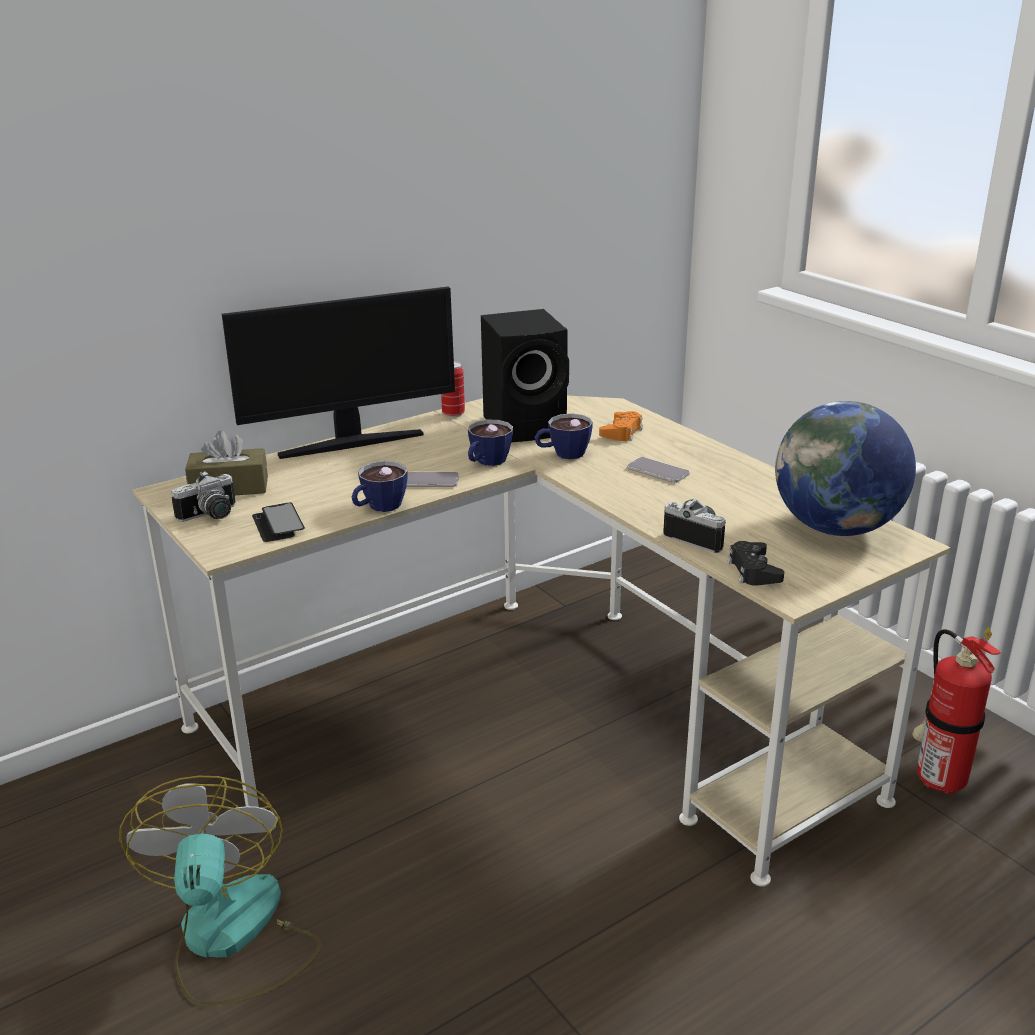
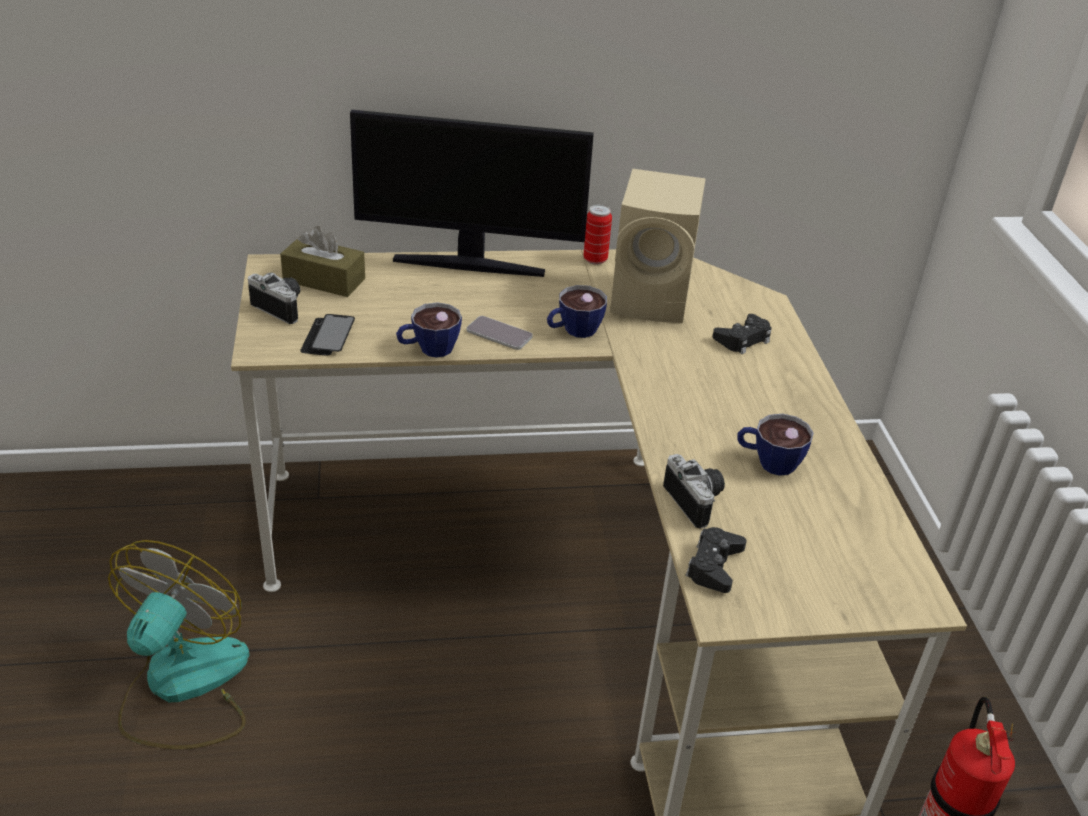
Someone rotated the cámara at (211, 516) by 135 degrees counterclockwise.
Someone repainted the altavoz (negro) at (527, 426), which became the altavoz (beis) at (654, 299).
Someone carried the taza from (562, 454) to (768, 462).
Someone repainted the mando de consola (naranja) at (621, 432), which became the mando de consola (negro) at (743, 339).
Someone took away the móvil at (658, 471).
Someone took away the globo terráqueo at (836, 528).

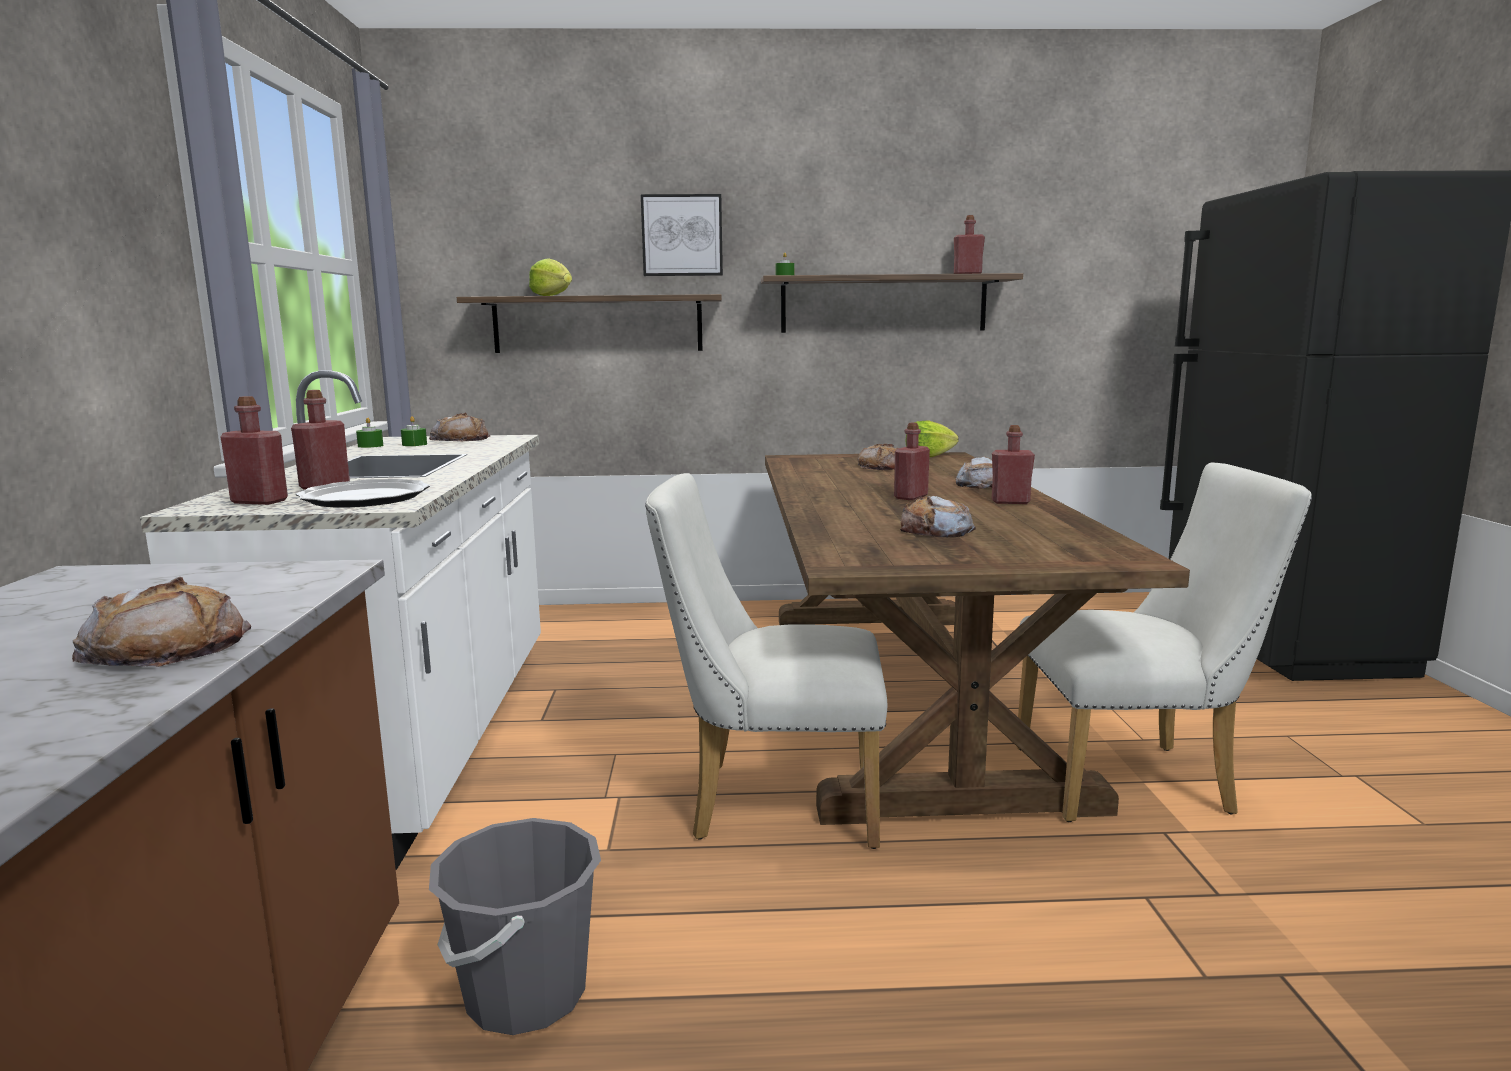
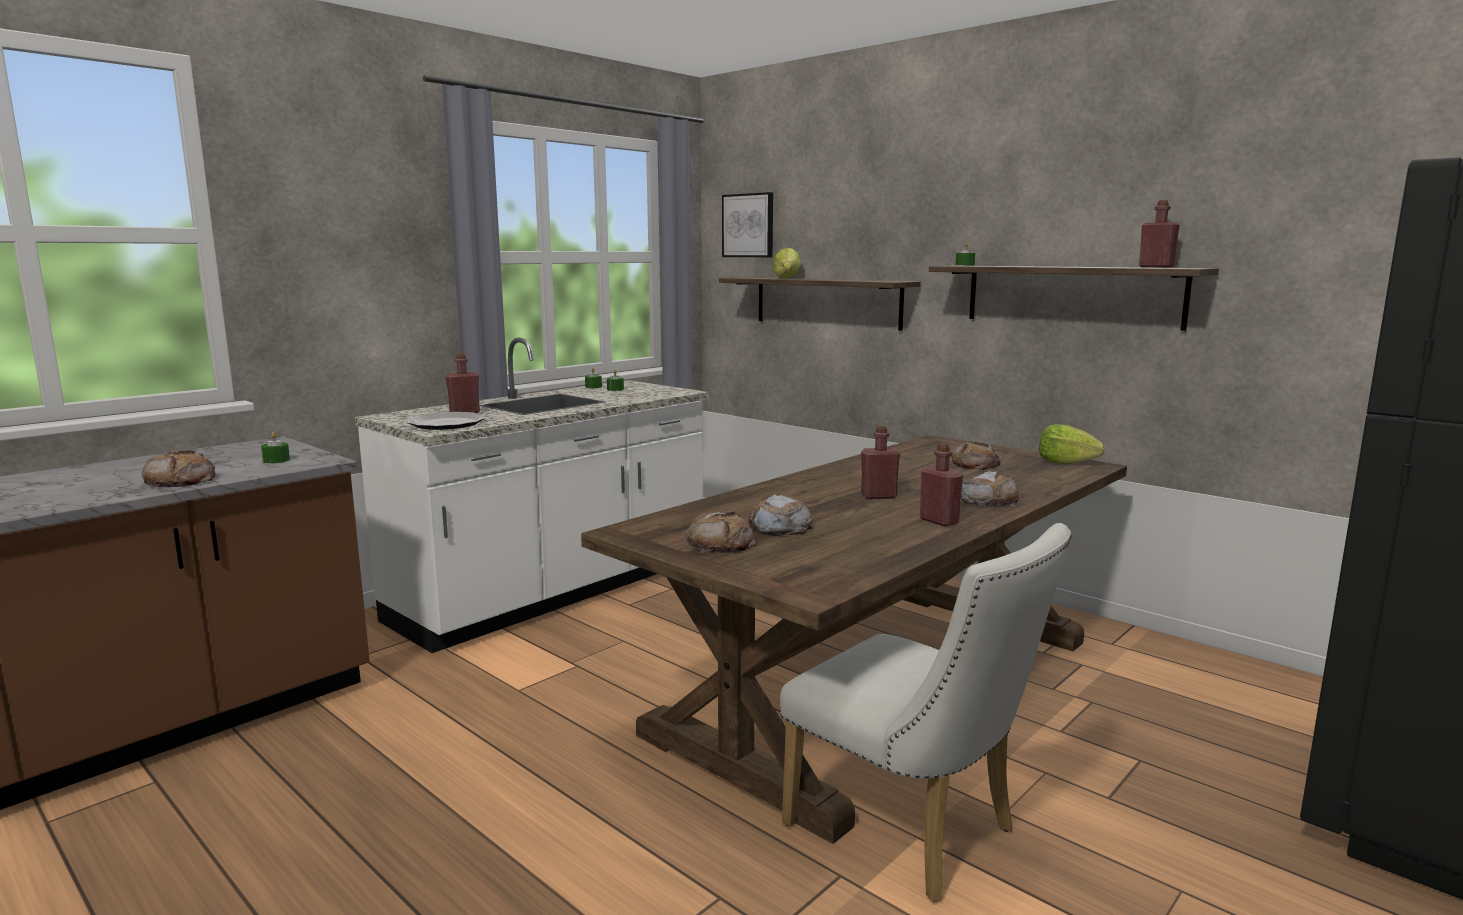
Someone took away the botella (rojo) at (259, 501).
Someone carried the pan from (460, 439) to (720, 543).
Someone took away the cubo (gris) at (525, 994).
Someone carried the cuadro from (682, 235) to (748, 225).
Someone took away the silla (blanco) at (770, 802).
Someone put down the vela (verde) at (276, 460).

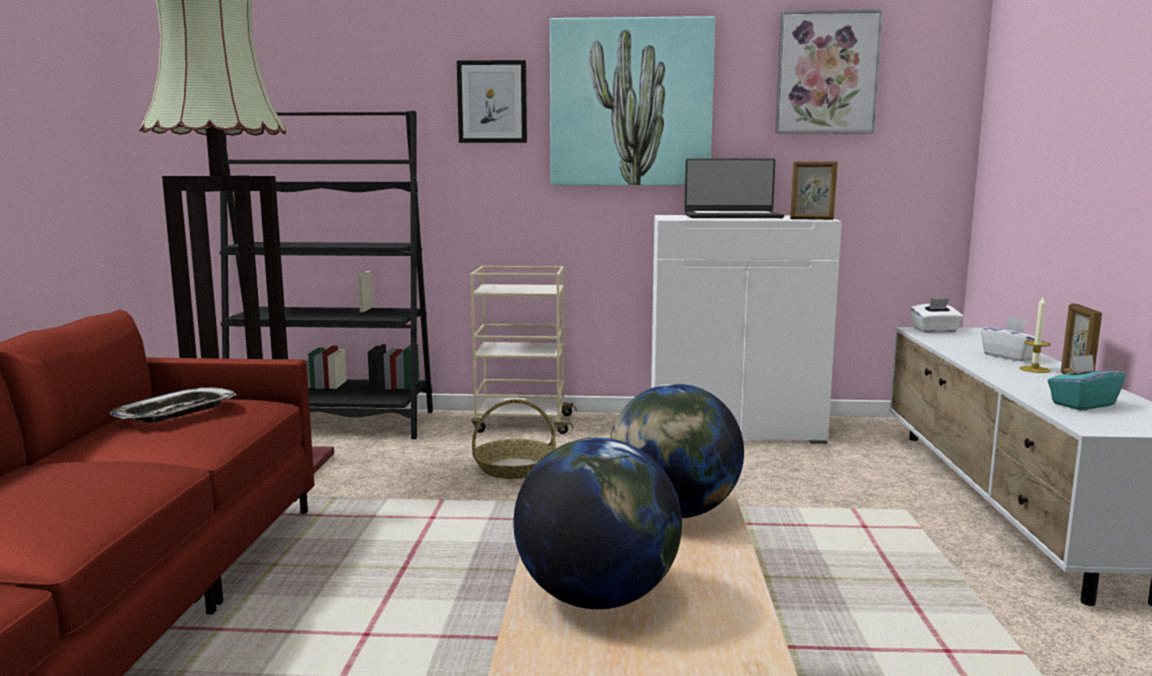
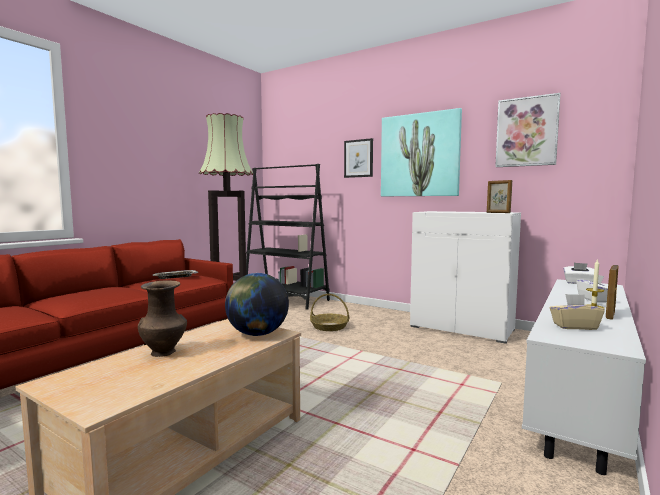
Someone took away the carrito (beis) at (522, 423).
Someone swapped the globo terráqueo at (597, 597) for the florero (marrón) at (164, 352).
Someone took away the portátil at (732, 216).
Someone repainted the caja de pañuelos (turquesa) at (1082, 404), which became the caja de pañuelos (beis) at (574, 326).

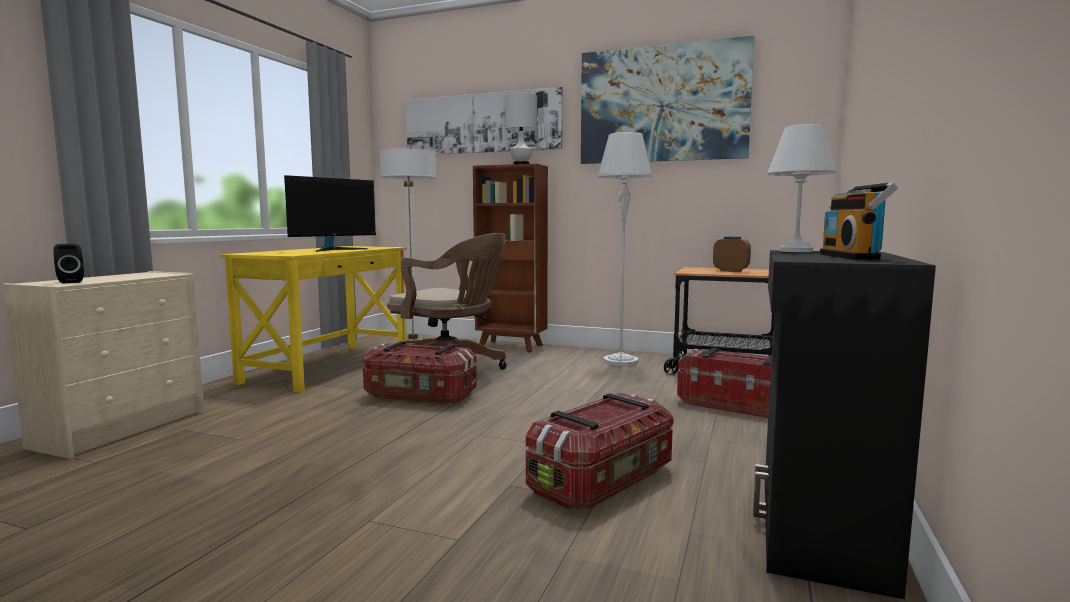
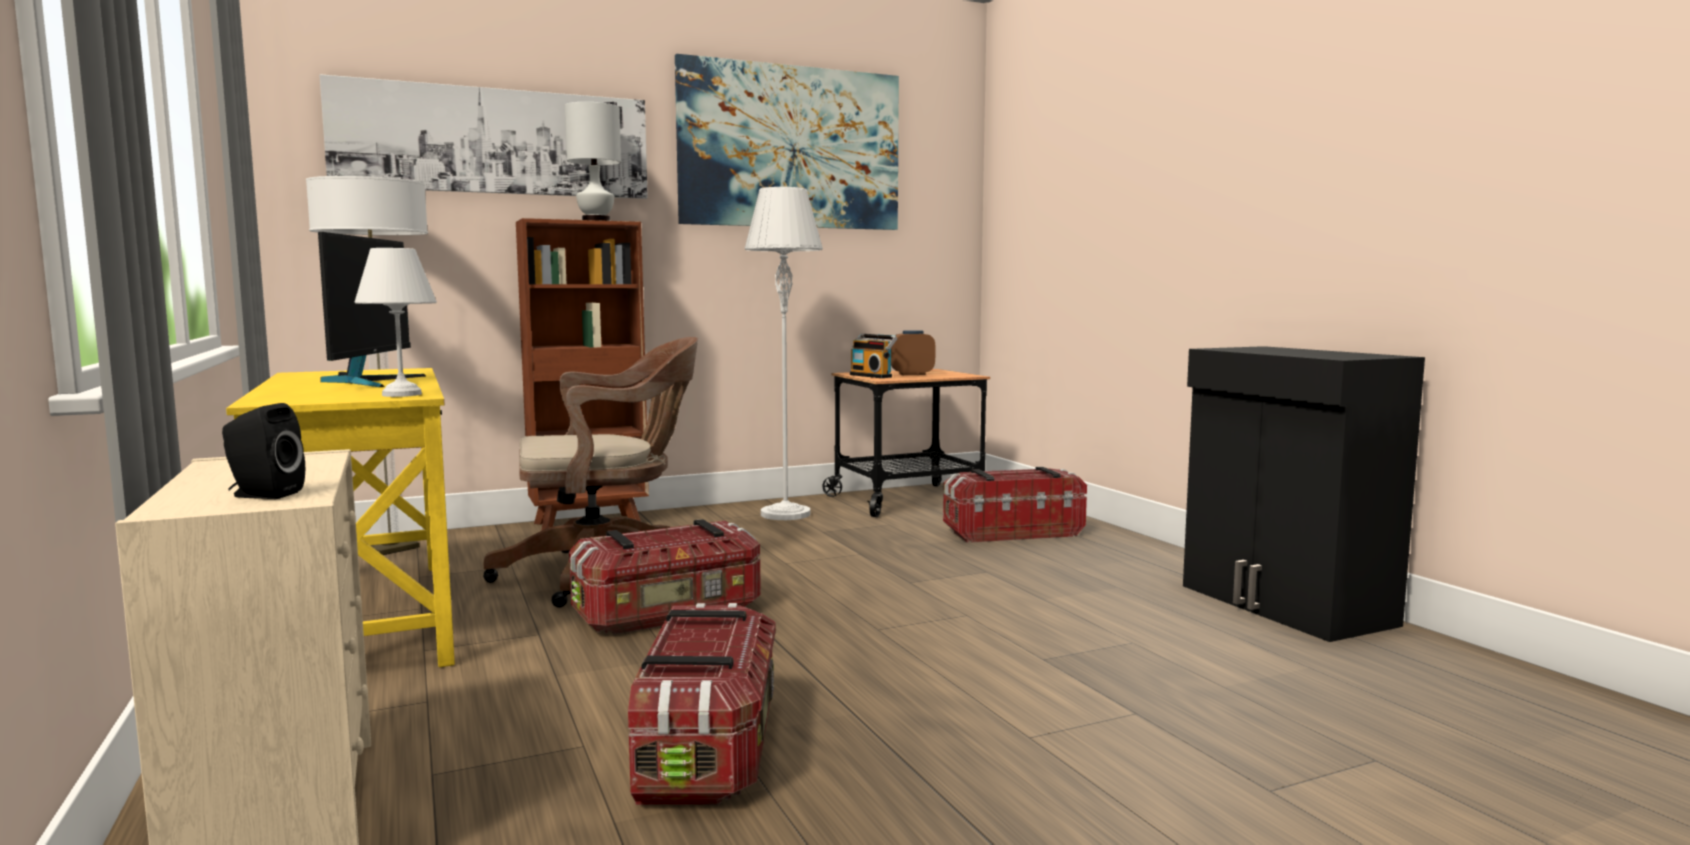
Someone carried the caja de almacenaje from (604, 481) to (709, 747).
Someone carried the lámpara de mesa (blanco) from (794, 251) to (400, 394).
Someone carried the radio from (852, 257) to (872, 376).

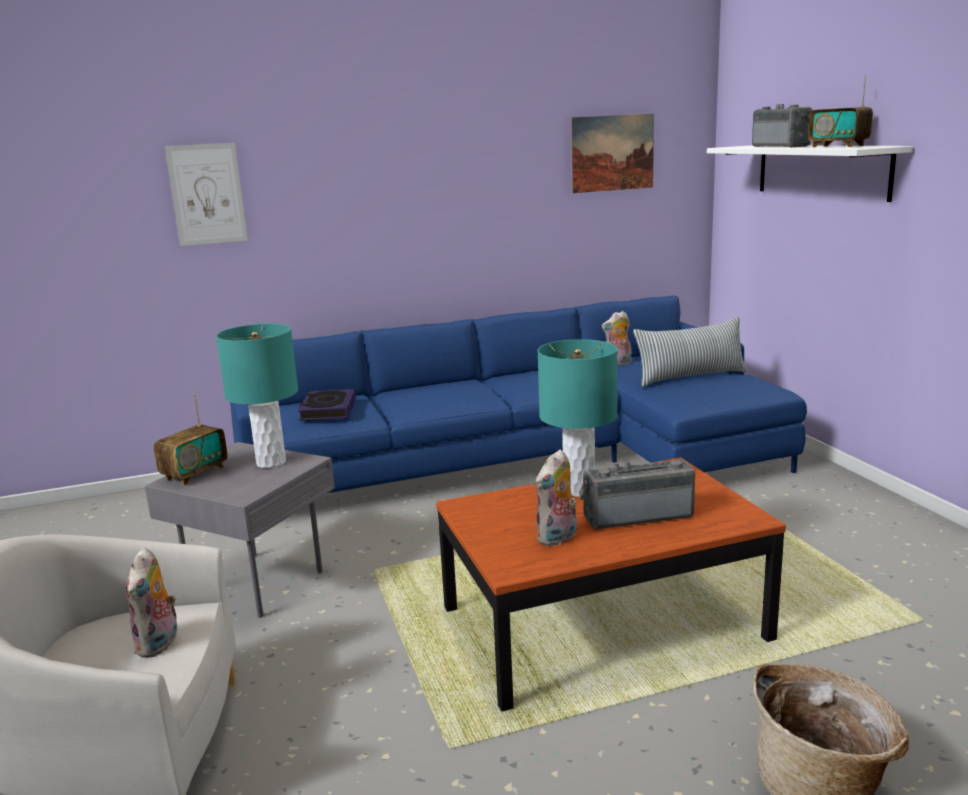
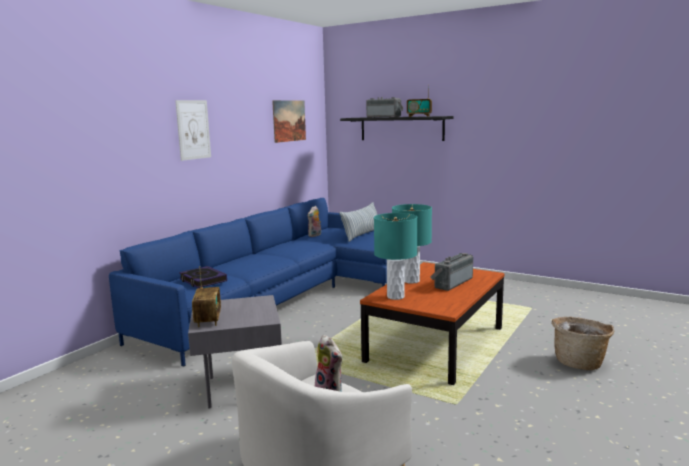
Someone carried the cuadro from (207, 194) to (193, 129).
Someone carried the lámpara de mesa (turquesa) from (270, 463) to (395, 297).
Someone took away the peluche at (558, 538).
Someone repainted the estante (blanco) at (821, 171), which became the estante (negro) at (401, 128).

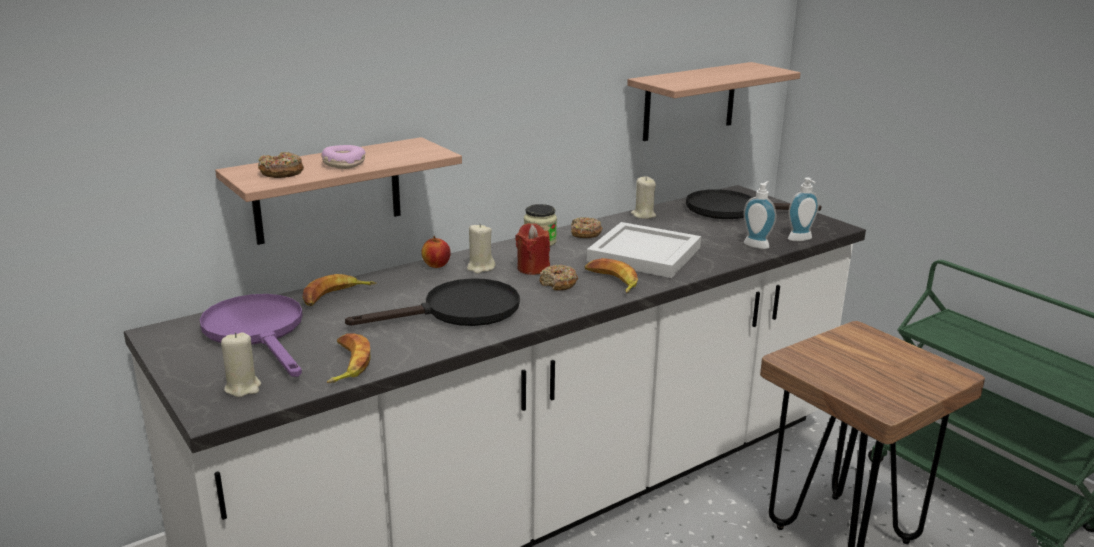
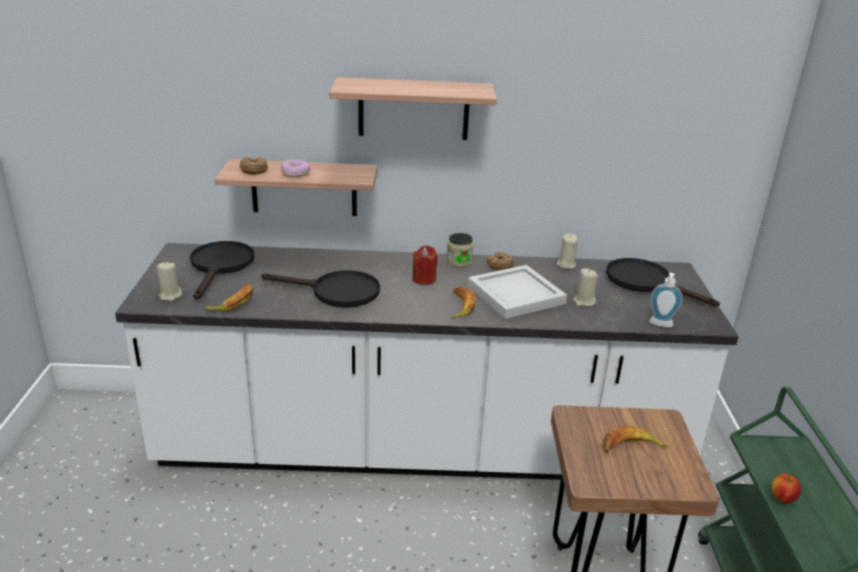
Someone repainted the sartén (morado) at (258, 332), which became the sartén (negro) at (220, 266).
Someone carried the plátano from (336, 296) to (630, 446).
Someone carried the manzana from (436, 265) to (782, 498).
Someone carried the vela (beis) from (480, 268) to (584, 302).
Someone took away the rosquilla at (558, 284).
Someone carried the estante from (690, 101) to (413, 109).
Someone took away the dispensador de jabón at (757, 244).

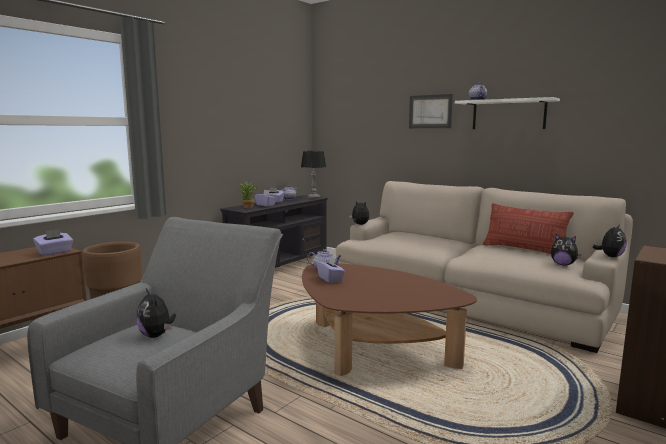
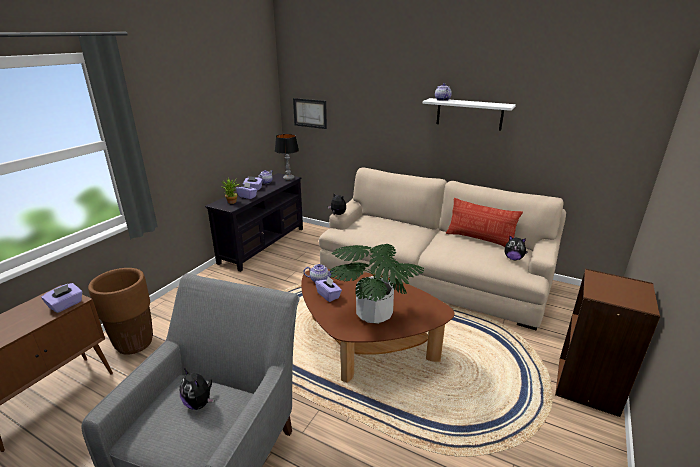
Someone carried the cuadro from (430, 111) to (310, 113).
Someone took away the peluche at (610, 256).
Someone put down the planta en maceta at (374, 314).

